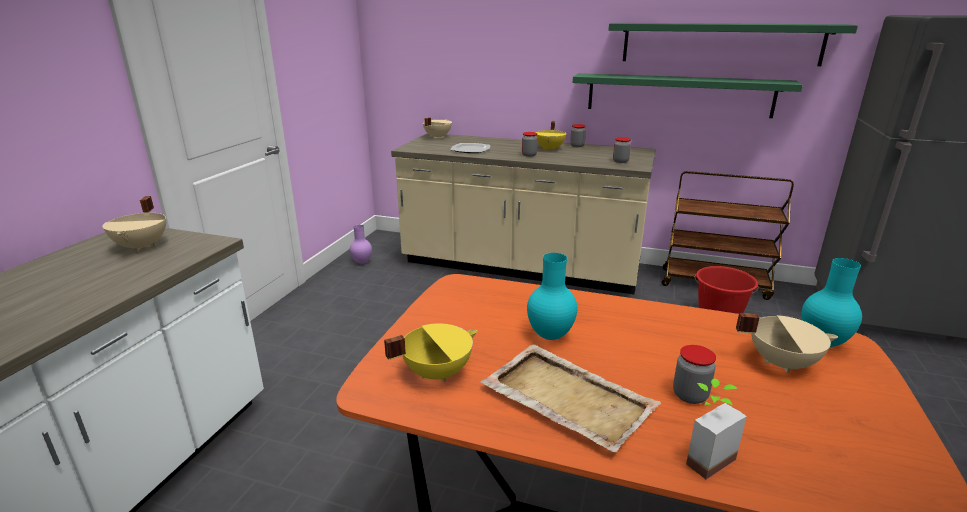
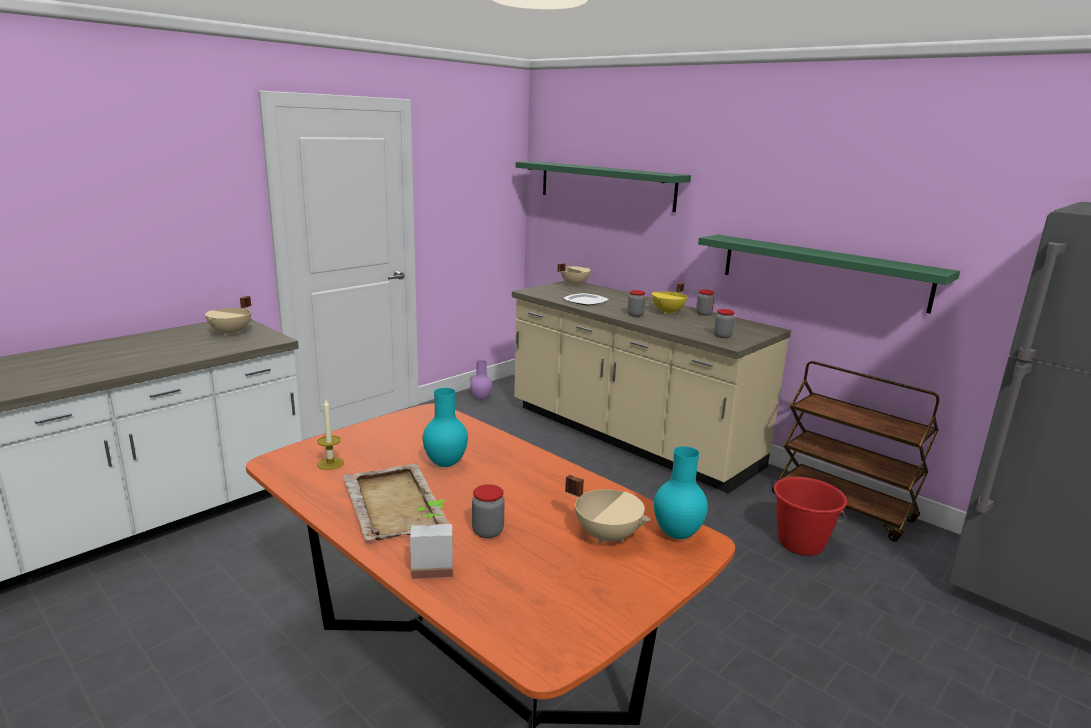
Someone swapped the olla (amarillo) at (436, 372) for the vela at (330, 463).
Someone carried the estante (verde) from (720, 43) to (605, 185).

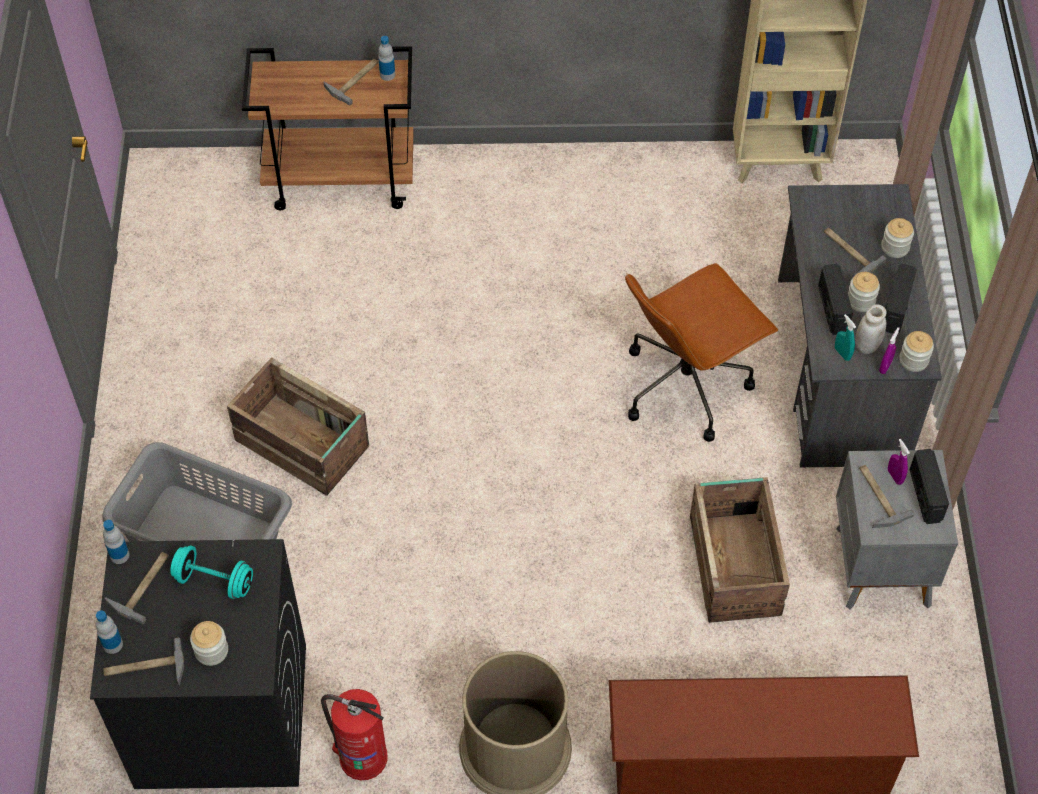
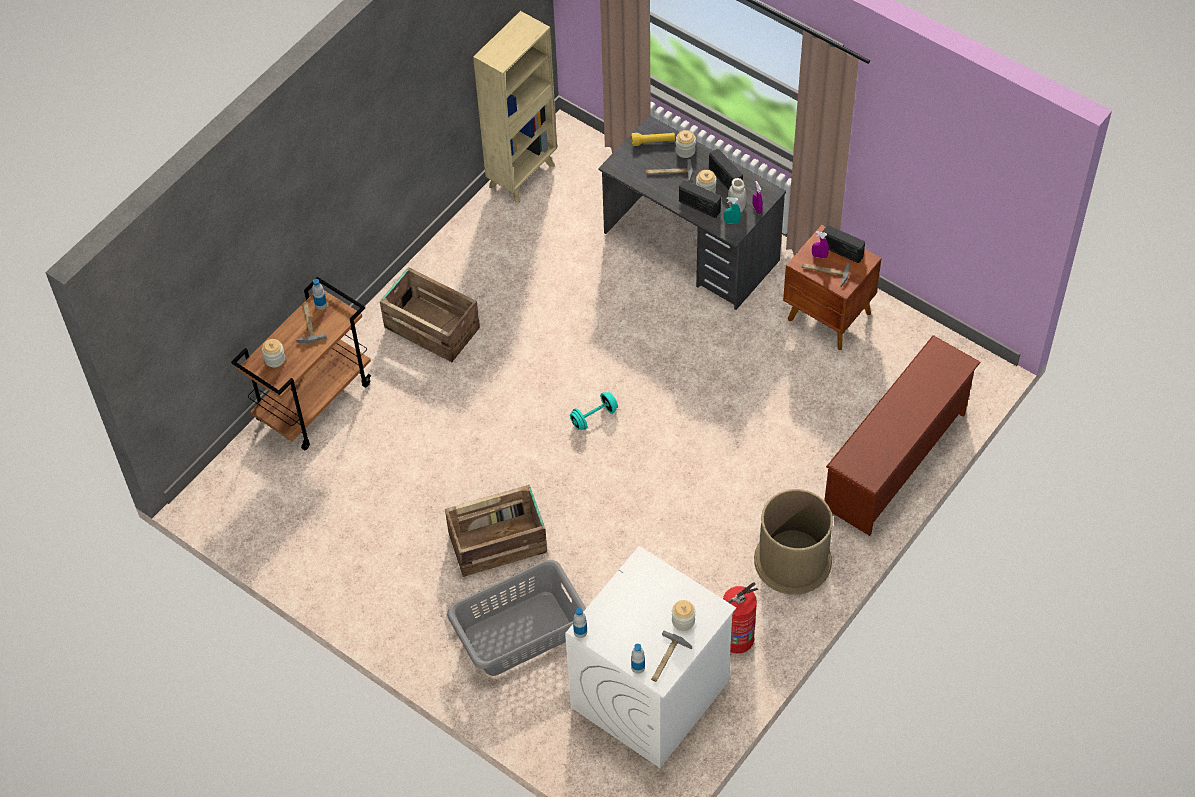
Someone repainted the lavadora (negro) at (220, 716), which became the lavadora (blanco) at (649, 696).
Someone took away the martillo at (143, 585).
Someone carried the mancuerna (turquesa) from (214, 581) to (594, 417).
Someone took away the silla de oficina (marrón) at (686, 385).
Someone carried the caja de embalaje from (735, 564) to (431, 327).
Someone repainted the mesita de noche (gris) at (880, 568), which became the mesita de noche (marrón) at (829, 318).
Someone carried the tarro from (913, 360) to (275, 359).
Someone put down the linterna (amarillo) at (653, 142).

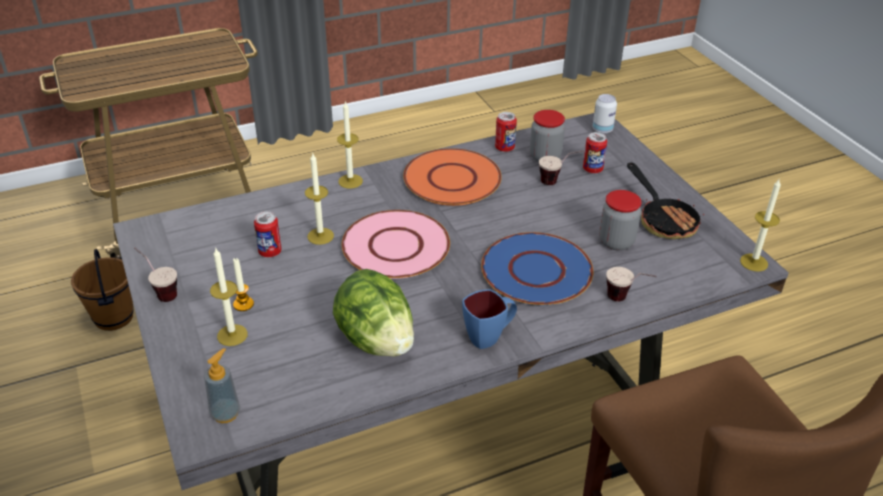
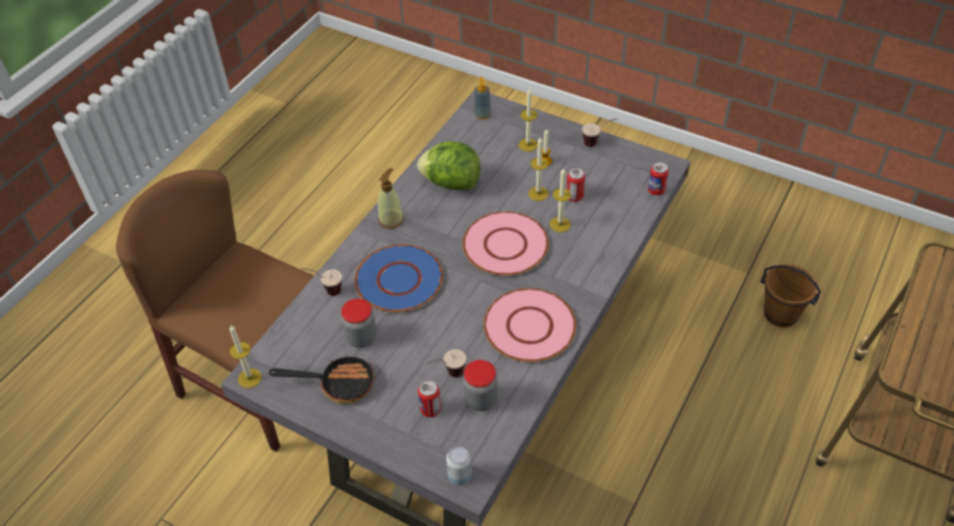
Someone carried the vela from (350, 181) to (538, 193).
Someone repainted the plato (naranja) at (452, 179), which became the plato (rosa) at (529, 326).
Someone swapped the taza grande (azul) at (489, 337) for the dispensador de jabón at (391, 219).
Someone carried the lata from (504, 148) to (656, 191).
Someone rotated the sartén at (663, 219) by 150 degrees clockwise.

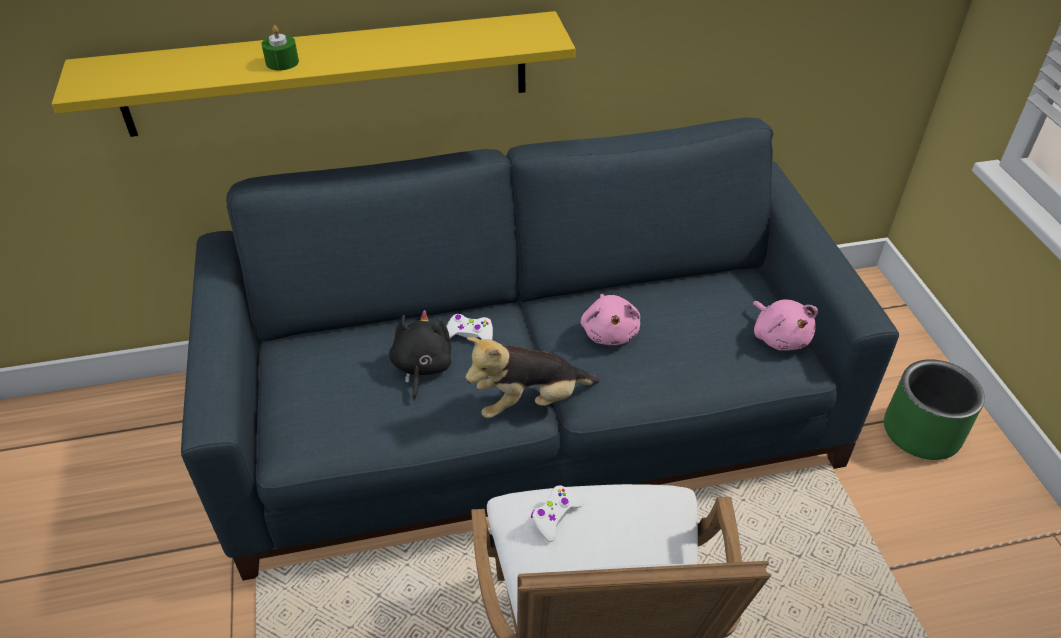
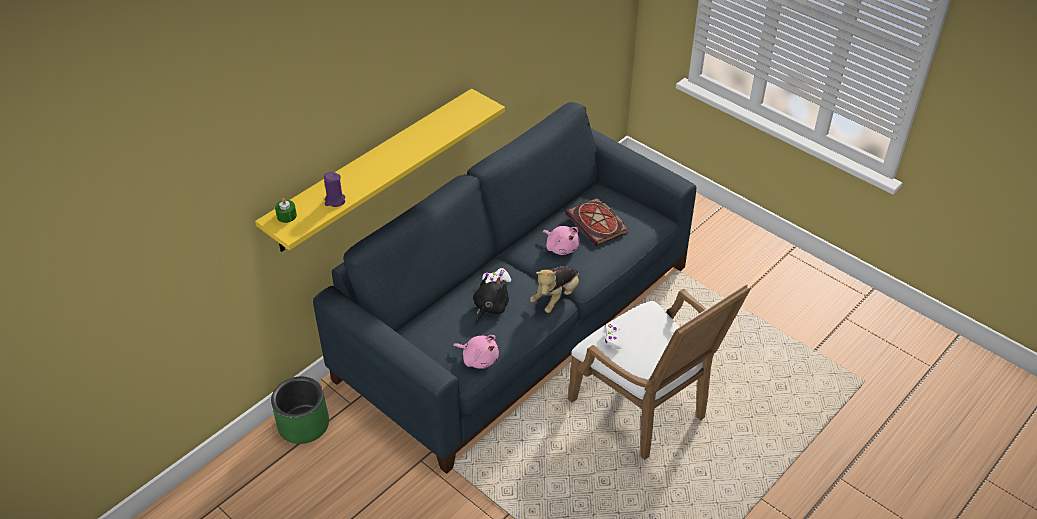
Someone carried the vela (verde) from (282, 62) to (286, 216).
Someone rotated the peluche (negro) at (421, 367) by 60 degrees clockwise.
Someone carried the peluche (rosa) from (779, 336) to (478, 359).
Someone carried the maceta (verde) from (921, 431) to (303, 424).
Someone put down the vela (morado) at (335, 201).
Someone put down the libro at (598, 224).

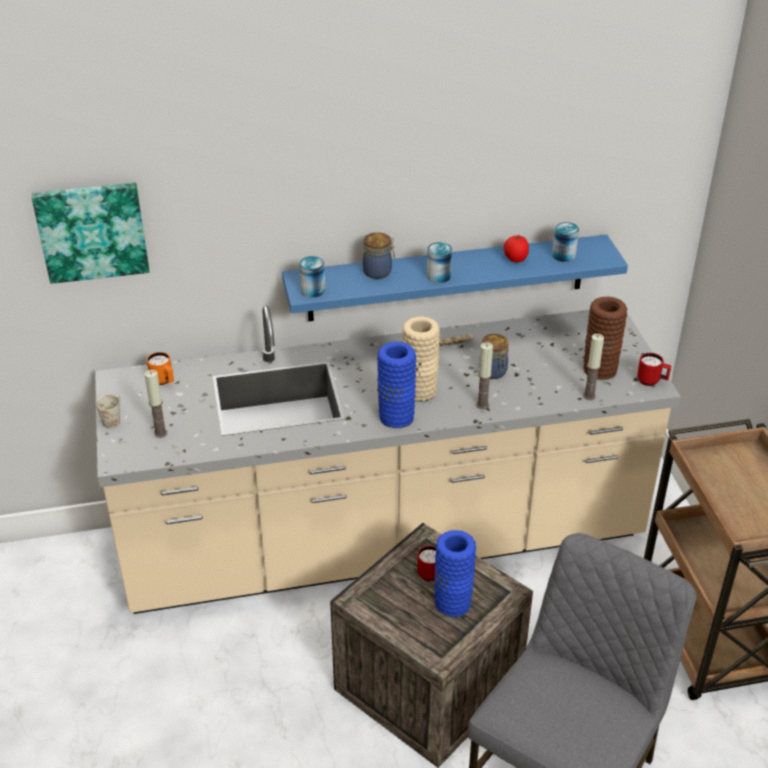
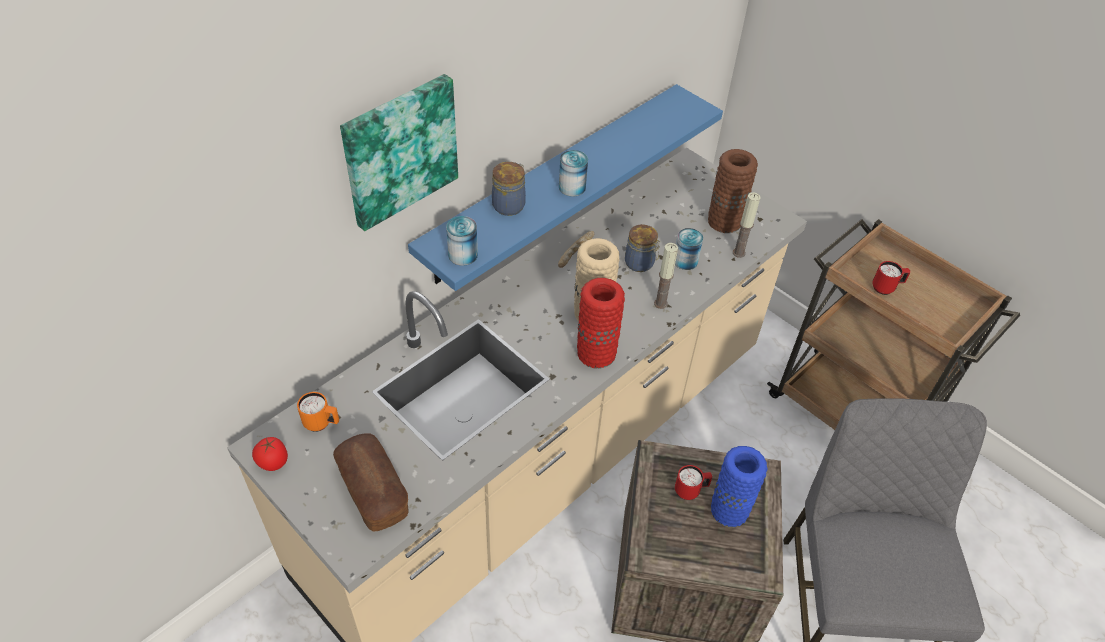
Someone carried the cuadro from (92, 231) to (399, 150).
Someone took away the taza grande (blanco) at (114, 419).
Someone swapped the vela at (160, 433) for the pan at (373, 491).
Someone repainted the florero (azul) at (396, 417), which became the florero (rojo) at (596, 353).
Someone carried the tomate from (515, 259) to (273, 463).
Someone carried the lata from (563, 255) to (685, 261).
Someone carried the taza grande (rojo) from (652, 381) to (886, 288).

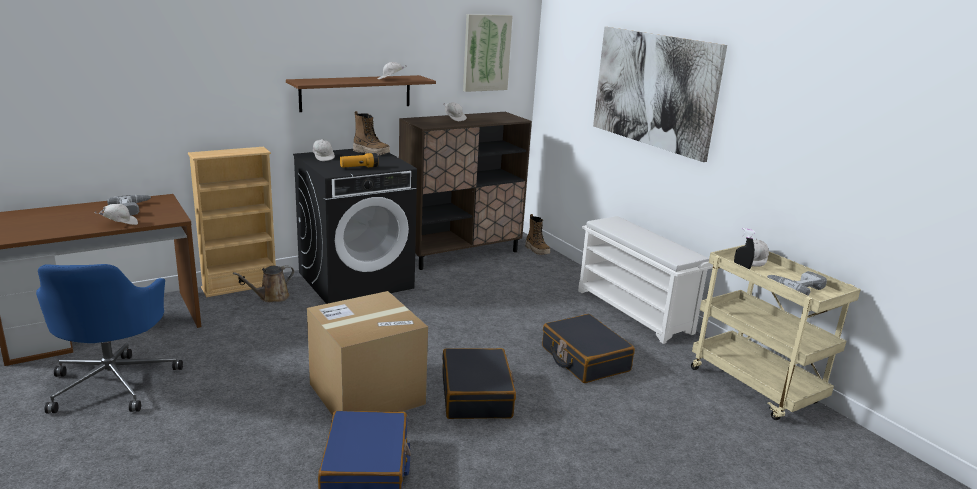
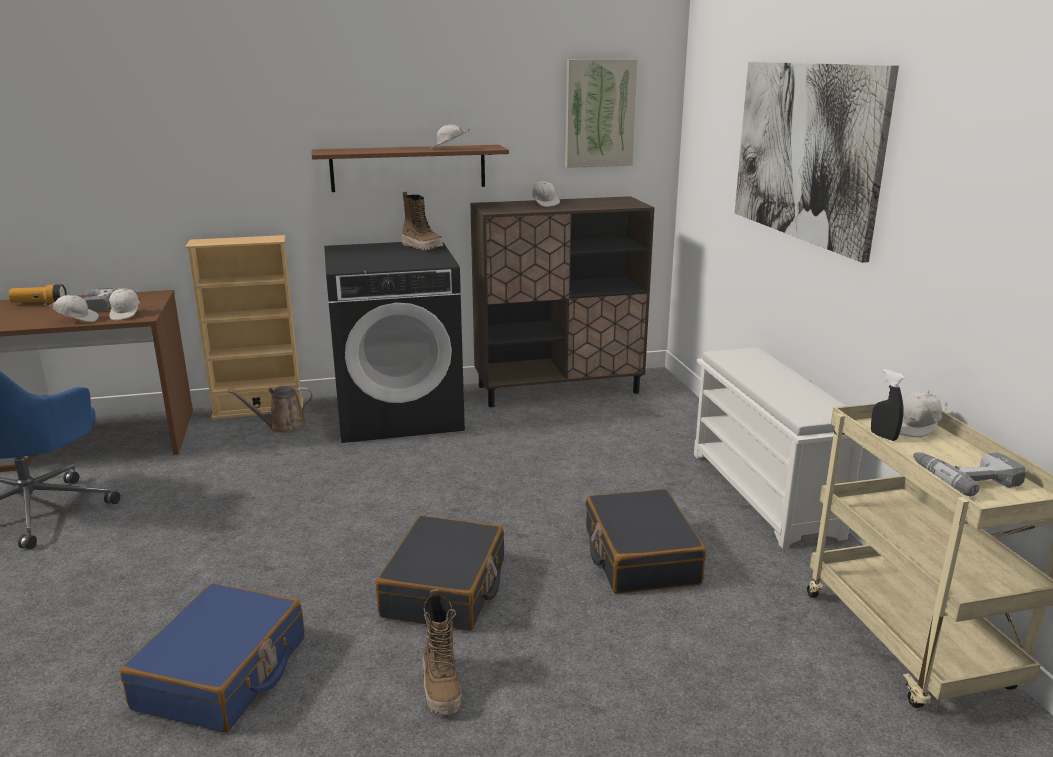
Someone took away the caja de cartón at (366, 394).
Someone carried the gorra (blanco) from (323, 157) to (126, 314).
Someone carried the linterna from (359, 167) to (40, 303).
Someone carried the bota from (537, 250) to (442, 688).

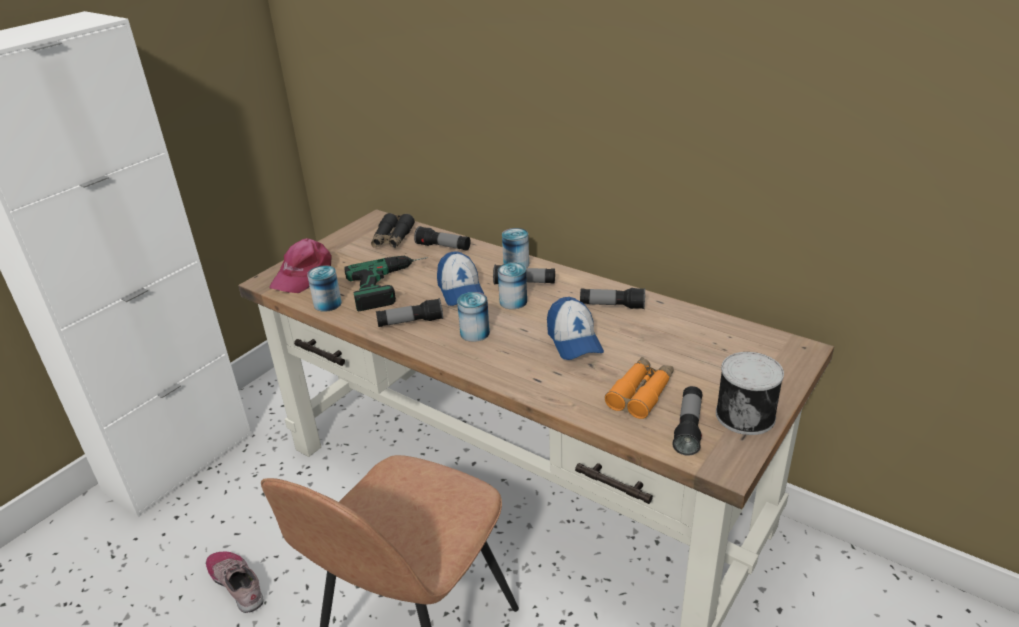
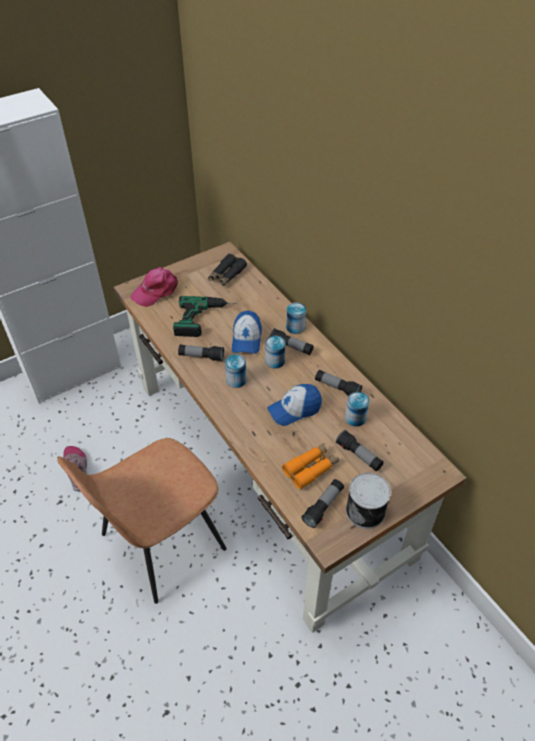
Someone carried the lata from (327, 304) to (355, 418).
Someone carried the linterna from (443, 247) to (359, 456).
Someone rotated the gorra at (574, 340) by 60 degrees clockwise.

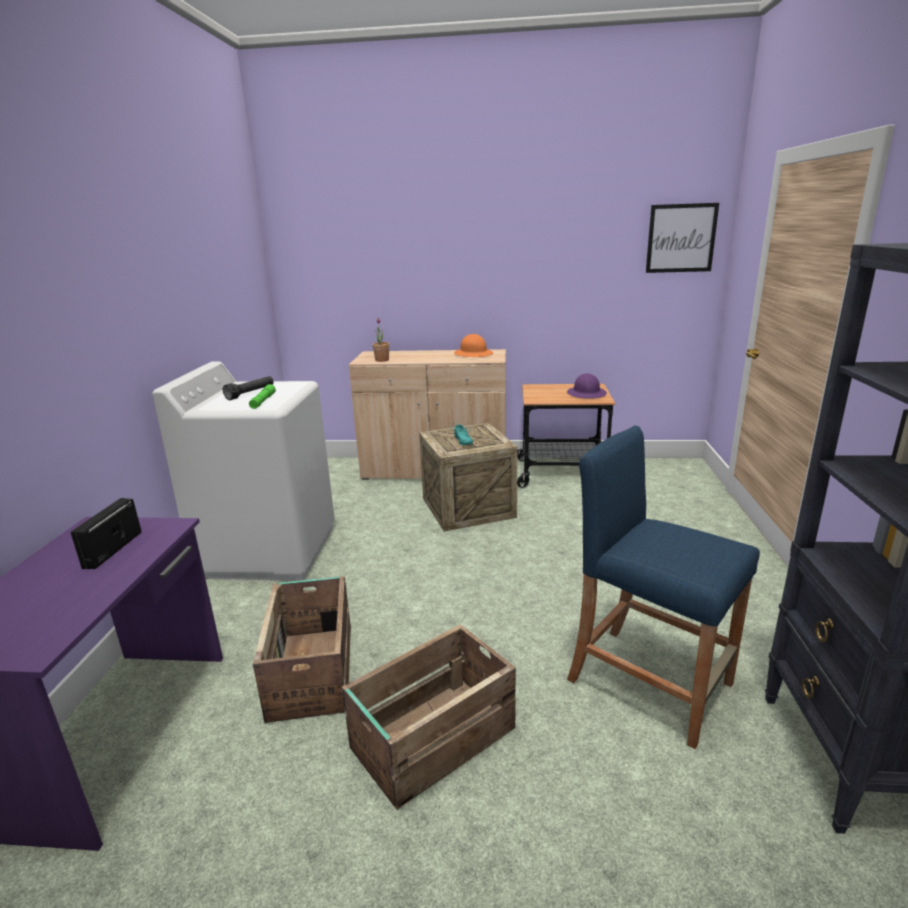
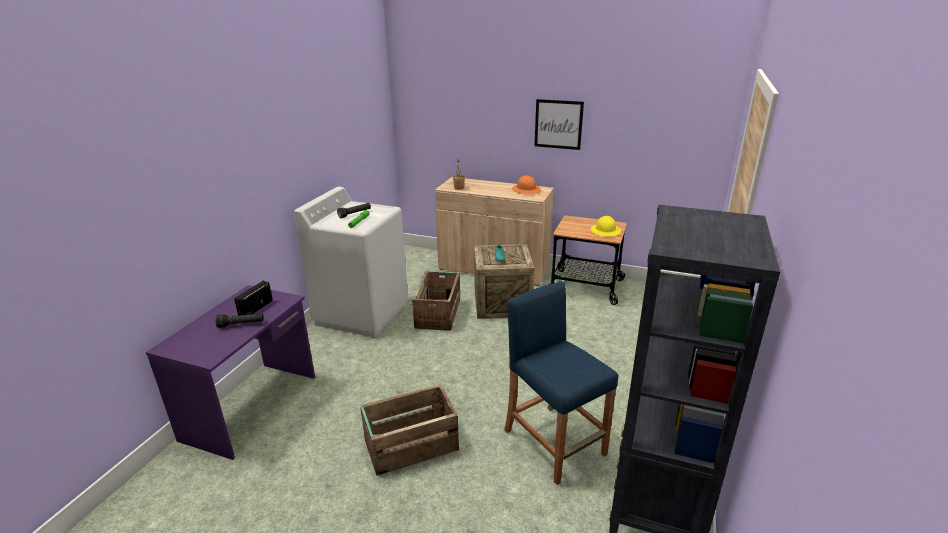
Someone carried the caja de embalaje from (313, 669) to (438, 313).
Someone repainted the casco (morado) at (586, 394), which became the casco (amarillo) at (605, 231).
Someone carried the cuadro from (681, 238) to (558, 124).
Someone put down the linterna (negro) at (241, 324).

